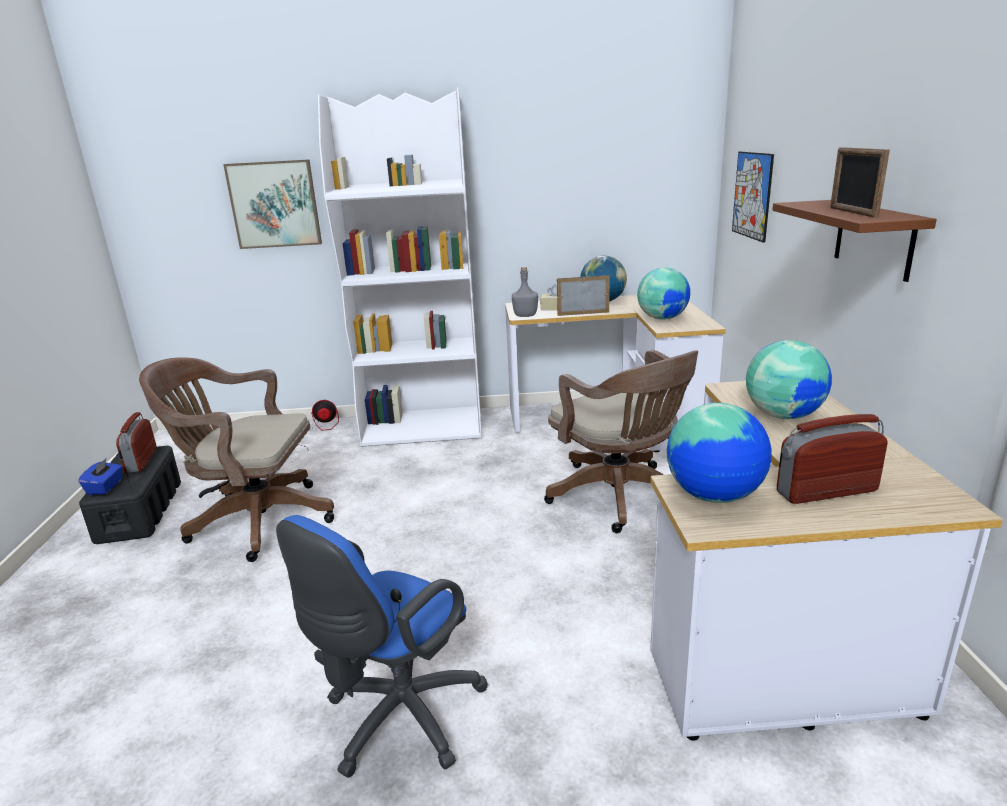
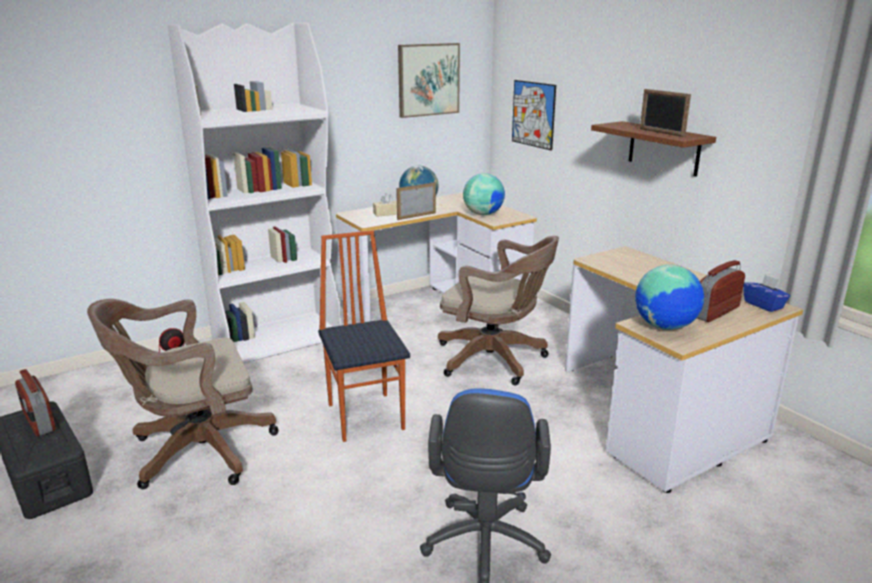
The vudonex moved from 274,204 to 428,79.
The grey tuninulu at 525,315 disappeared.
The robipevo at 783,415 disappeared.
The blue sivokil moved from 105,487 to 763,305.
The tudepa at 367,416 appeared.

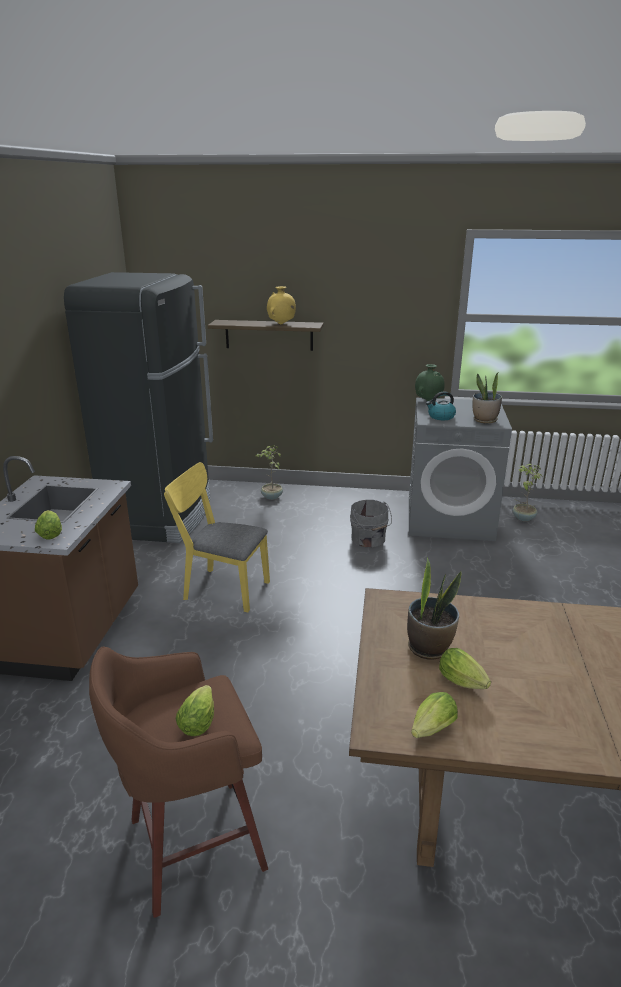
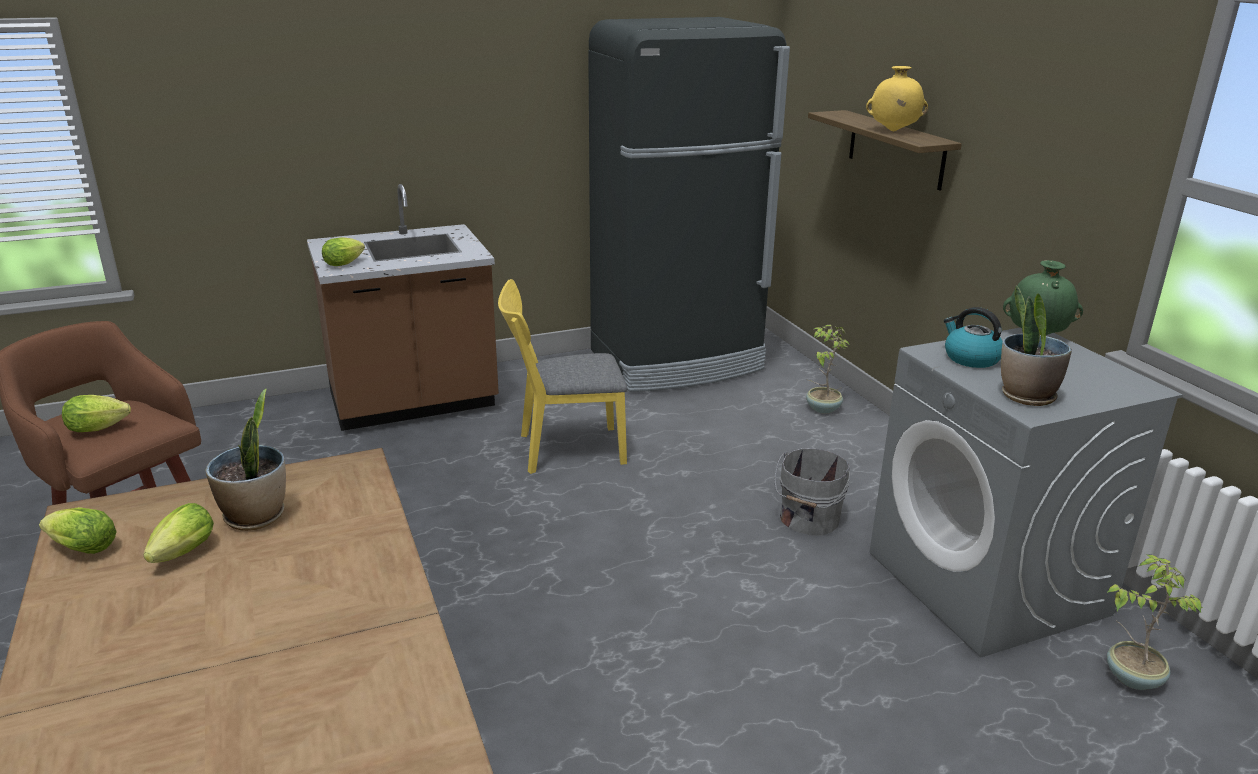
The yellow tudepa at 221,588 turned 90 degrees counterclockwise.

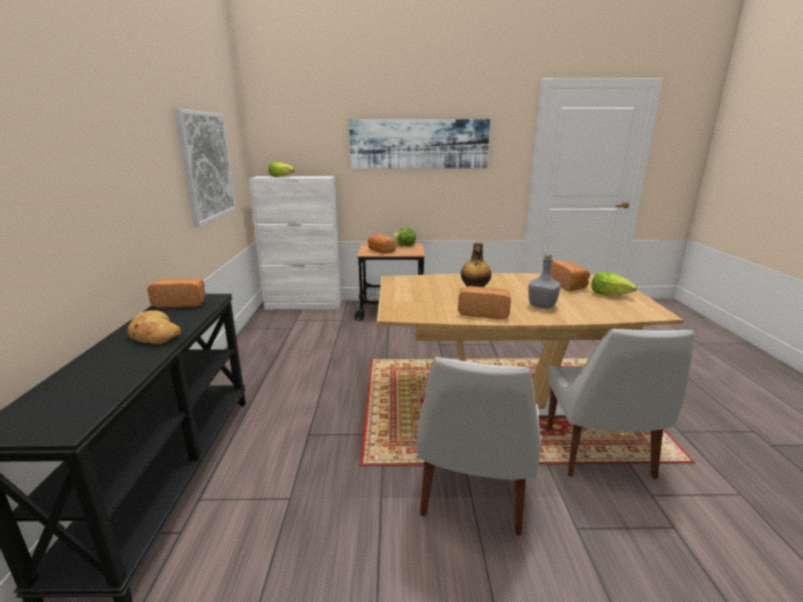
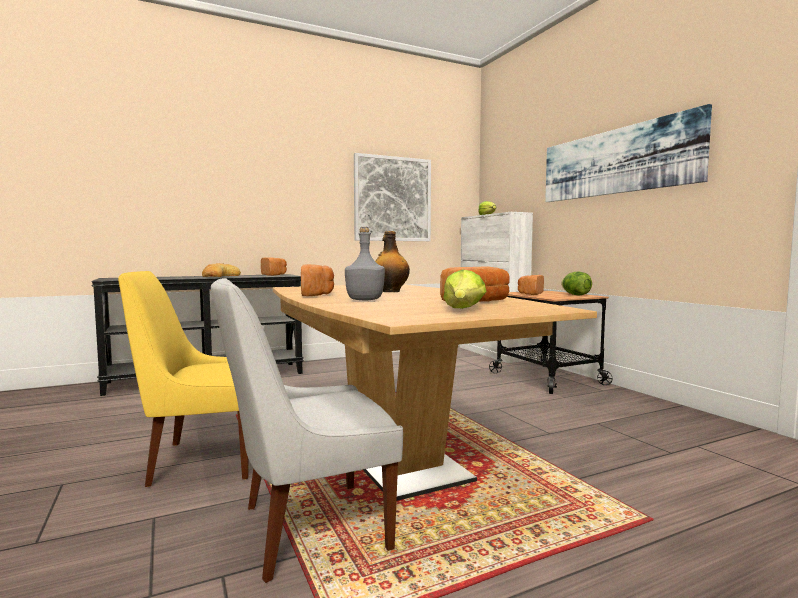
The white tudepa at 473,496 became the yellow tudepa at 202,460.

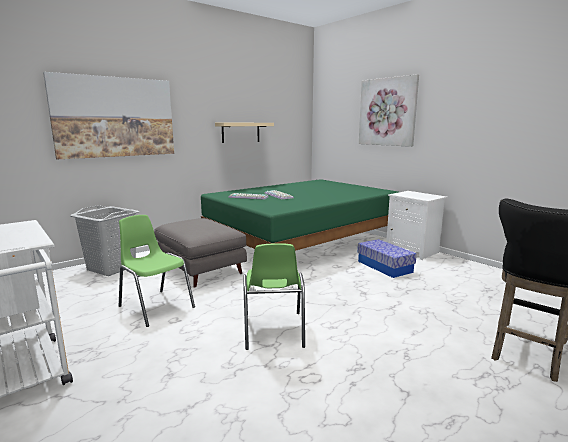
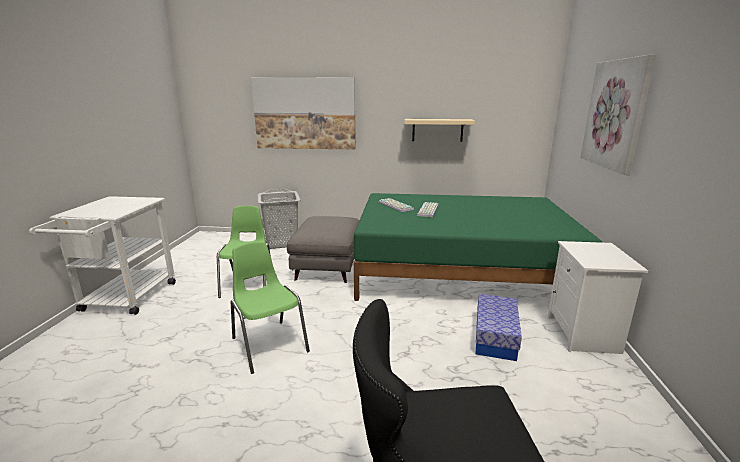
The green tudepa at 273,331 turned 105 degrees clockwise.

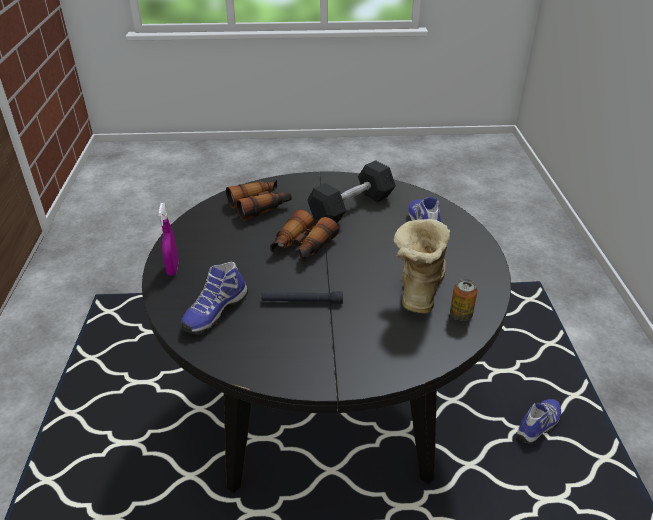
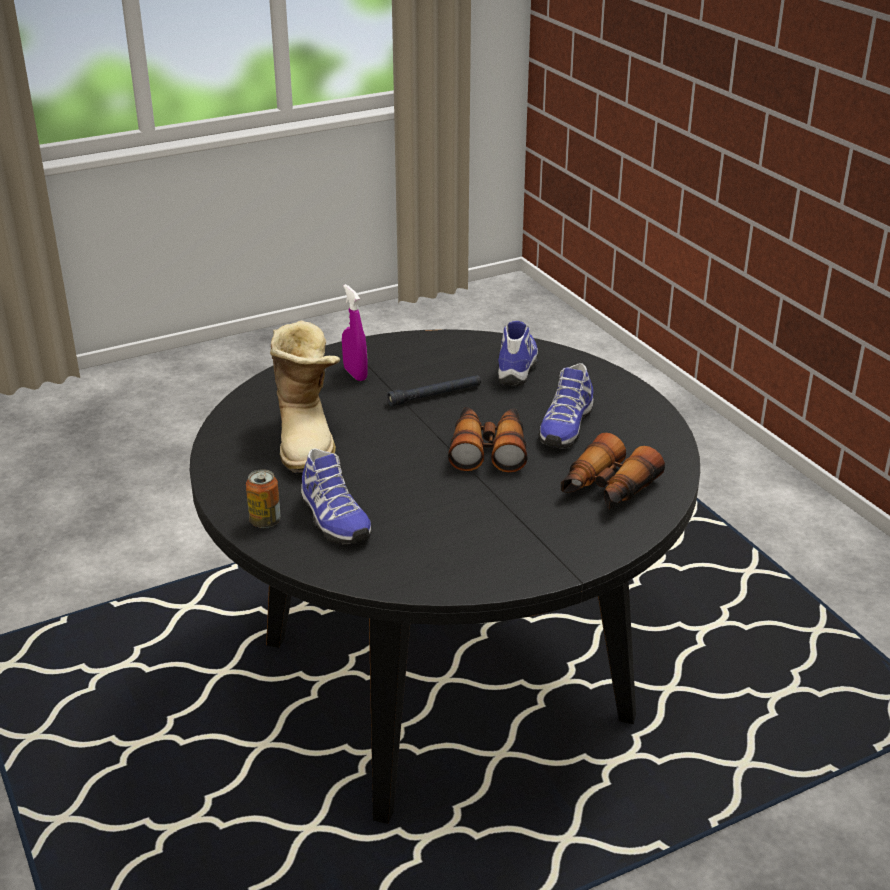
The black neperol at 351,207 disappeared.
The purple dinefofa moved from 173,268 to 355,374.
The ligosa moved from 460,315 to 265,521.
The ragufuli moved from 539,426 to 564,427.

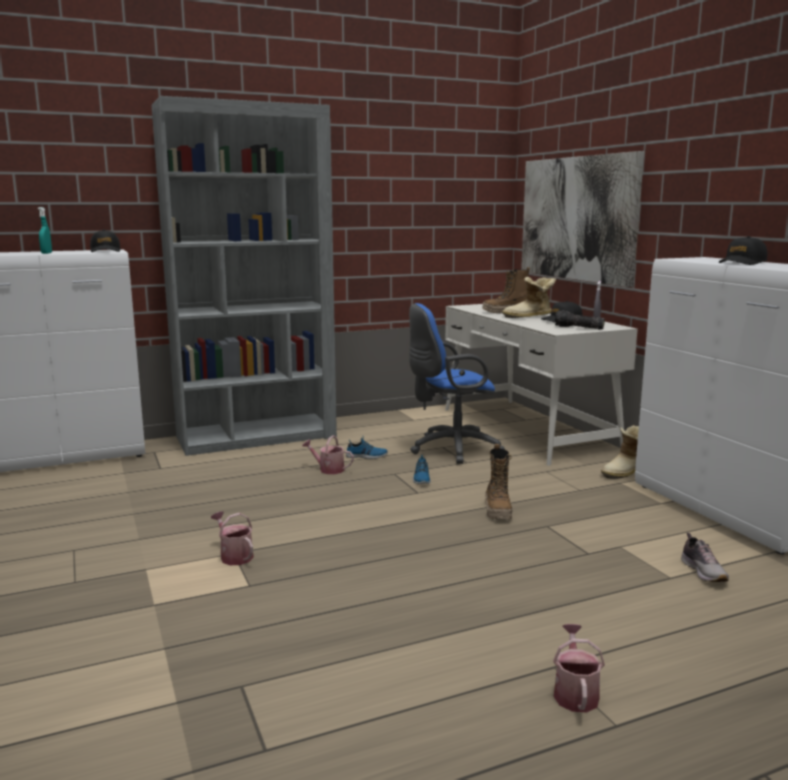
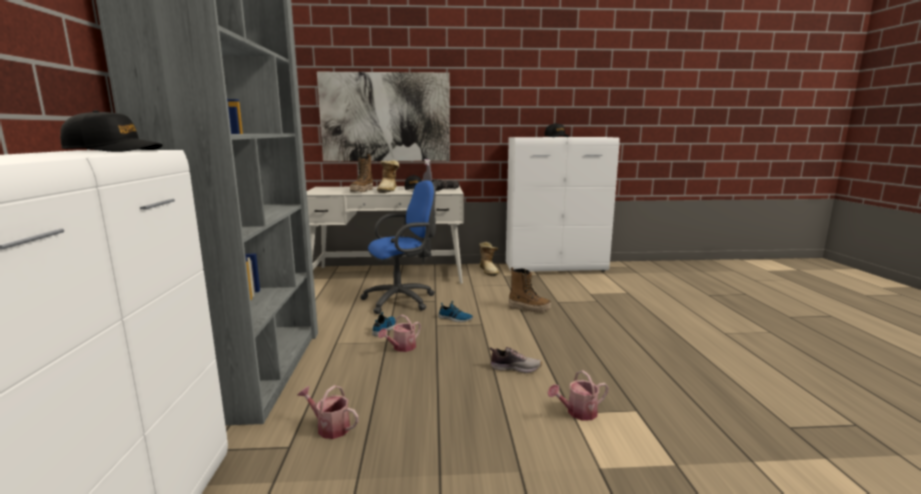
The turquoise dinefofa at 46,253 disappeared.
The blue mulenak at 450,449 turned 120 degrees counterclockwise.
The ragufuli moved from 704,572 to 515,368.
The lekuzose moved from 575,692 to 330,427.

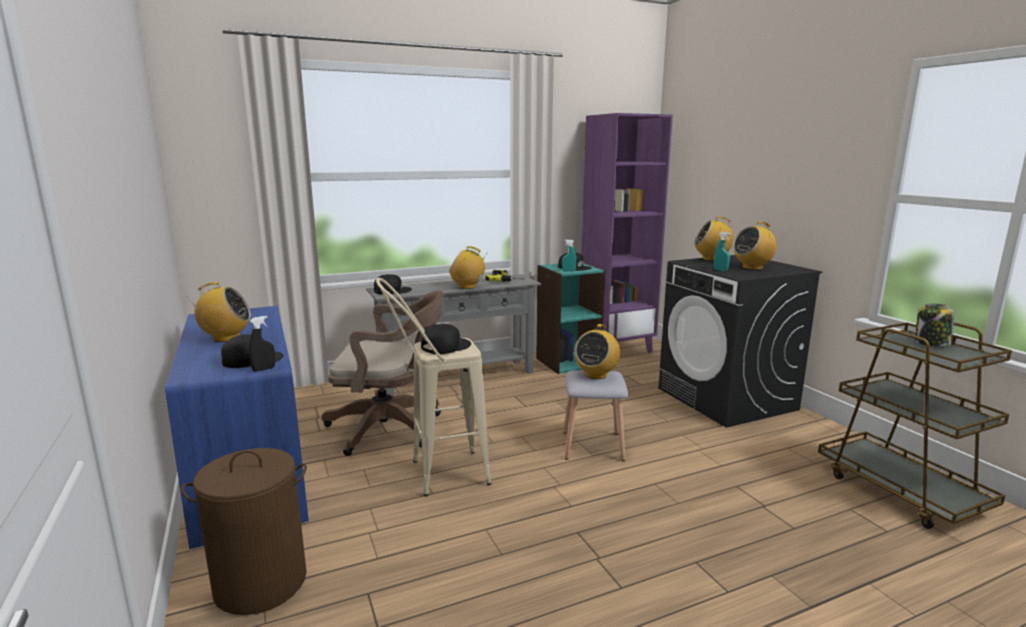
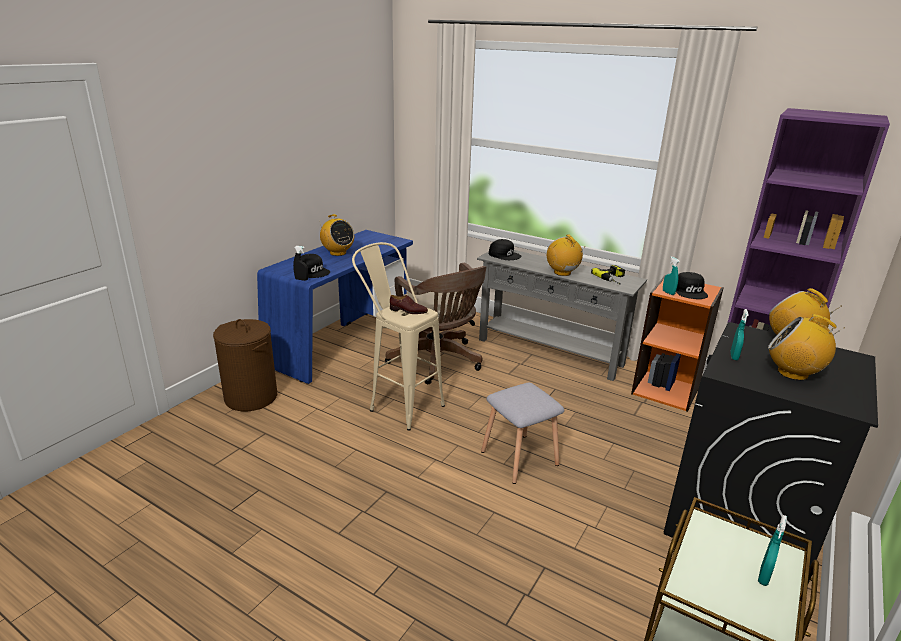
The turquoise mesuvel at 567,362 became the orange mesuvel at 666,390.
The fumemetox at 931,344 was replaced by the turquoise dinefofa at 763,576.
The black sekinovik at 445,346 was replaced by the brown ragufuli at 408,311.
The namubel at 596,375 disappeared.

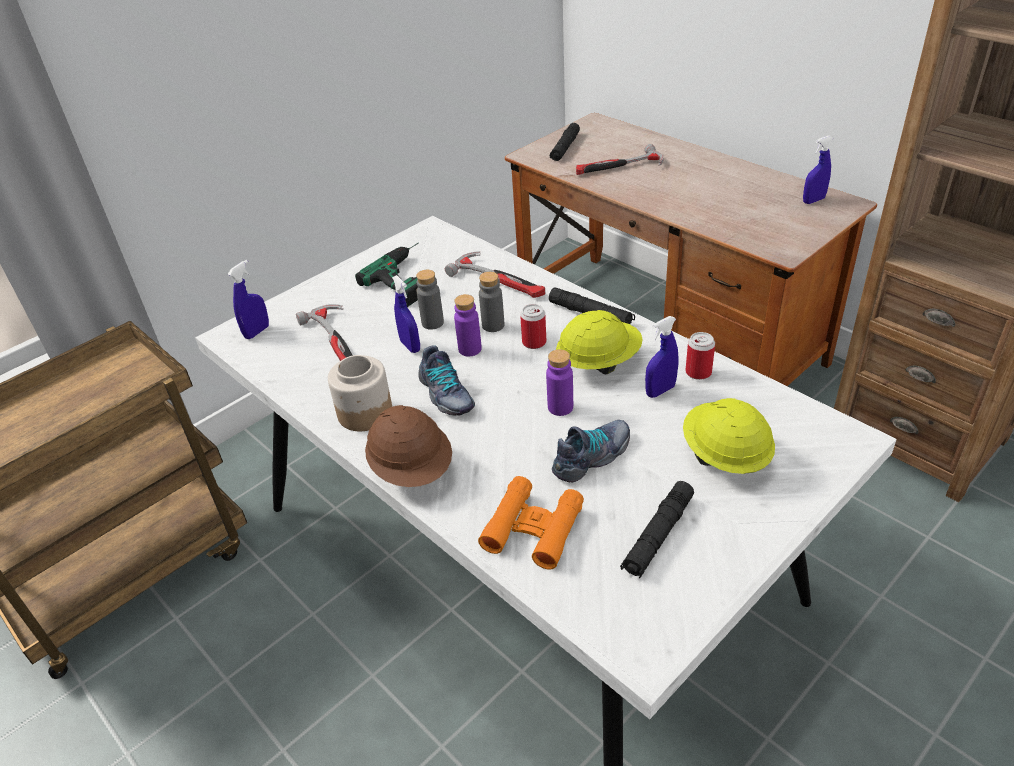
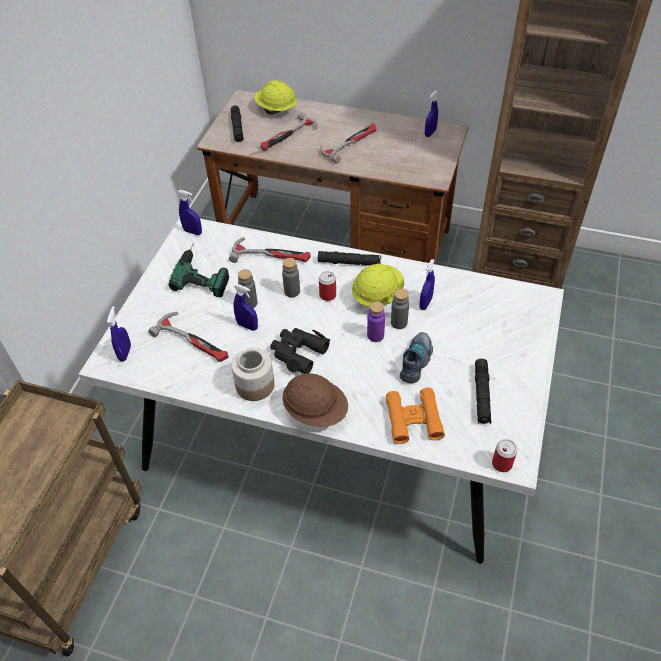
The purple tuninulu at 470,349 disappeared.
The ligosa moved from 698,372 to 502,464.
The ragufuli at 445,394 was replaced by the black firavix at 298,353.
The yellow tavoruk moved from 724,456 to 276,109.
The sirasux at 349,143 appeared.
The blue dinefofa at 193,232 appeared.
The grey tuninulu at 399,322 appeared.

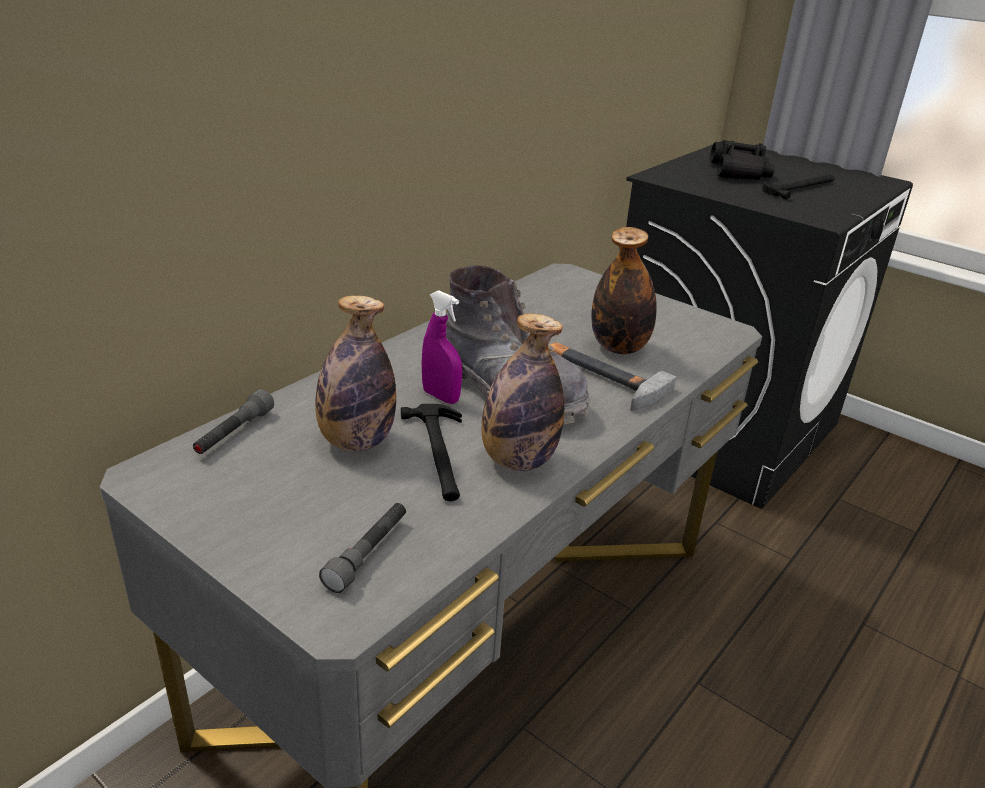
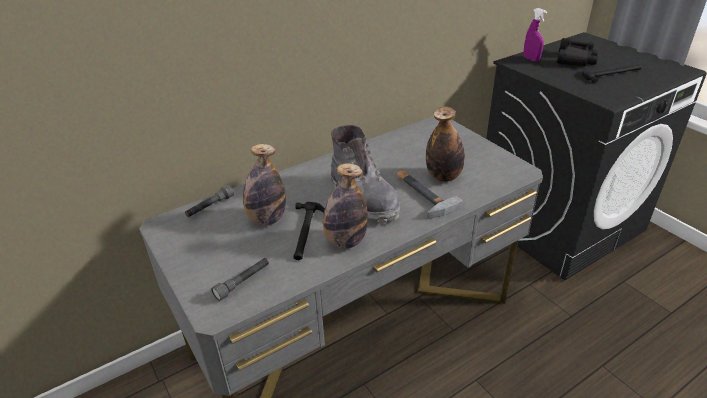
The purple dinefofa moved from 441,397 to 531,59.

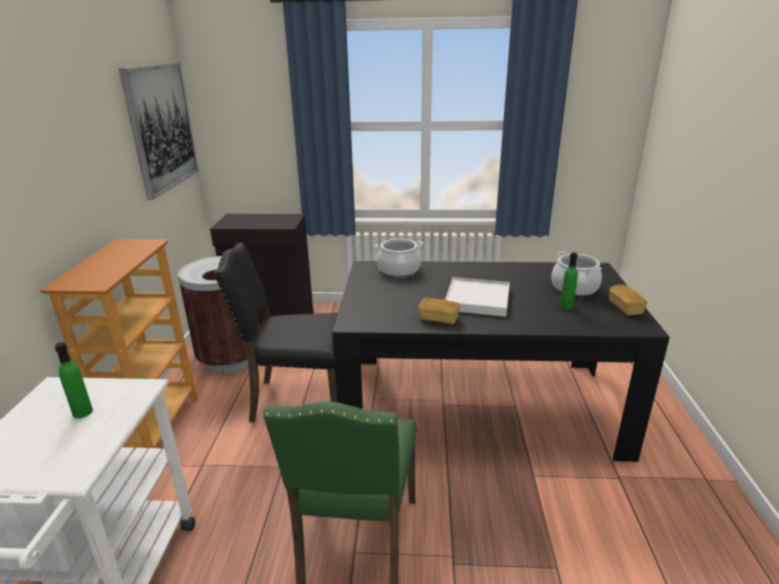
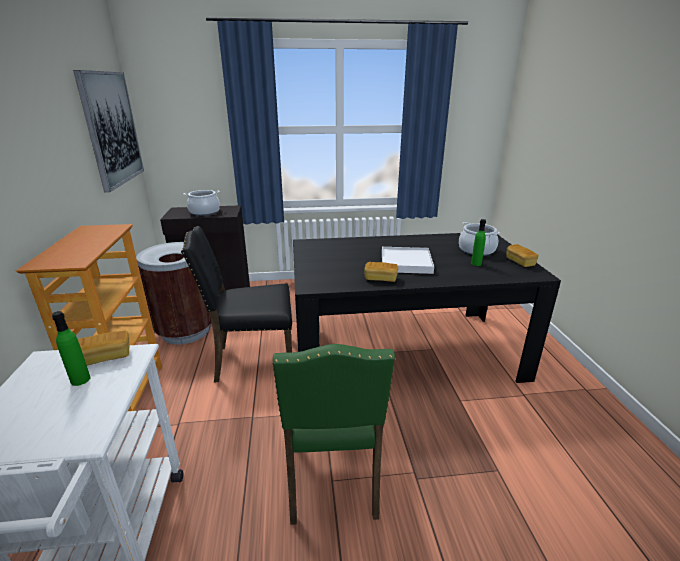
The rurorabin moved from 399,270 to 204,212.
The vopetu at 106,357 appeared.

